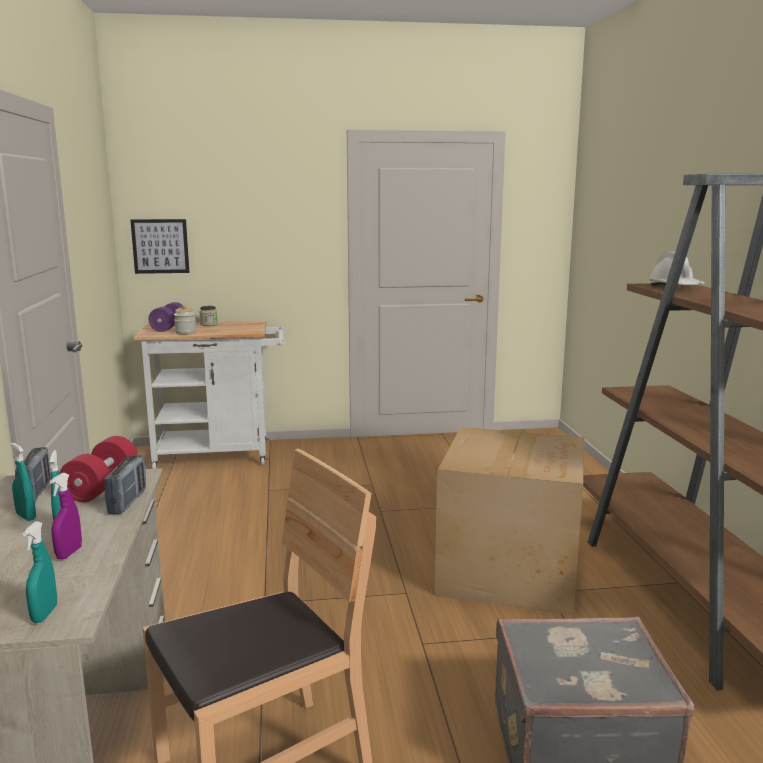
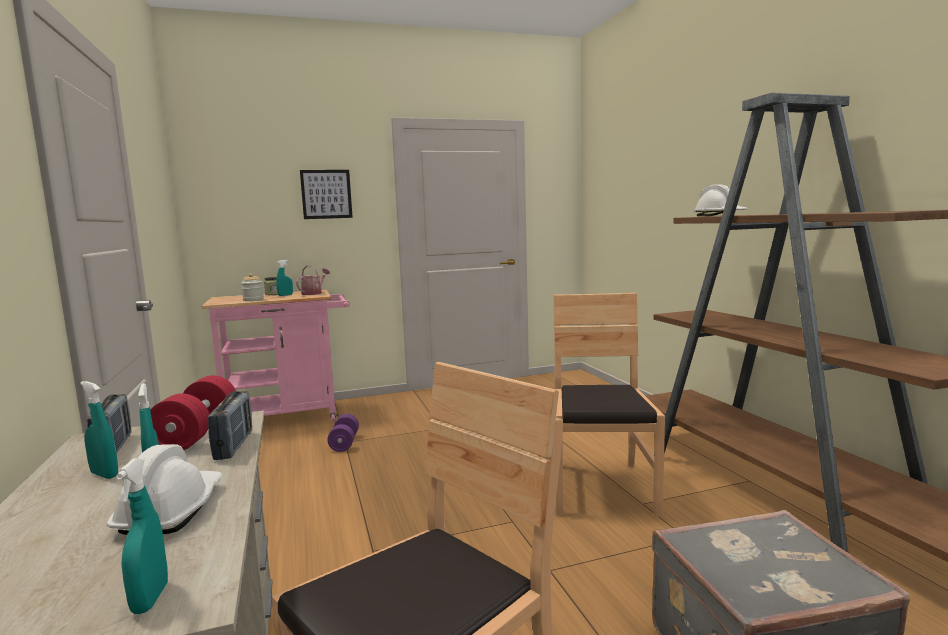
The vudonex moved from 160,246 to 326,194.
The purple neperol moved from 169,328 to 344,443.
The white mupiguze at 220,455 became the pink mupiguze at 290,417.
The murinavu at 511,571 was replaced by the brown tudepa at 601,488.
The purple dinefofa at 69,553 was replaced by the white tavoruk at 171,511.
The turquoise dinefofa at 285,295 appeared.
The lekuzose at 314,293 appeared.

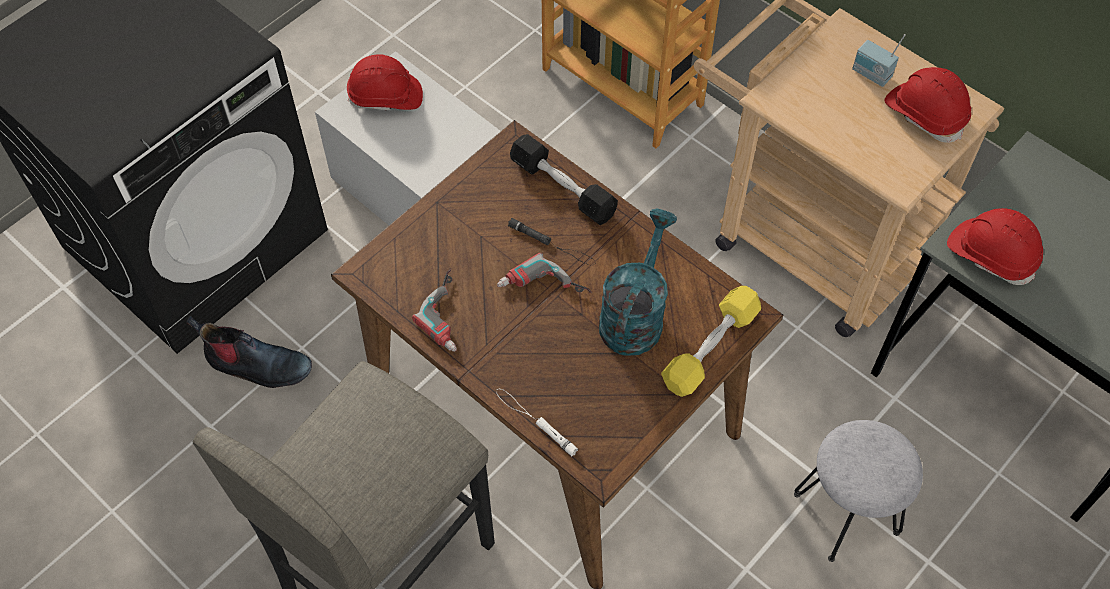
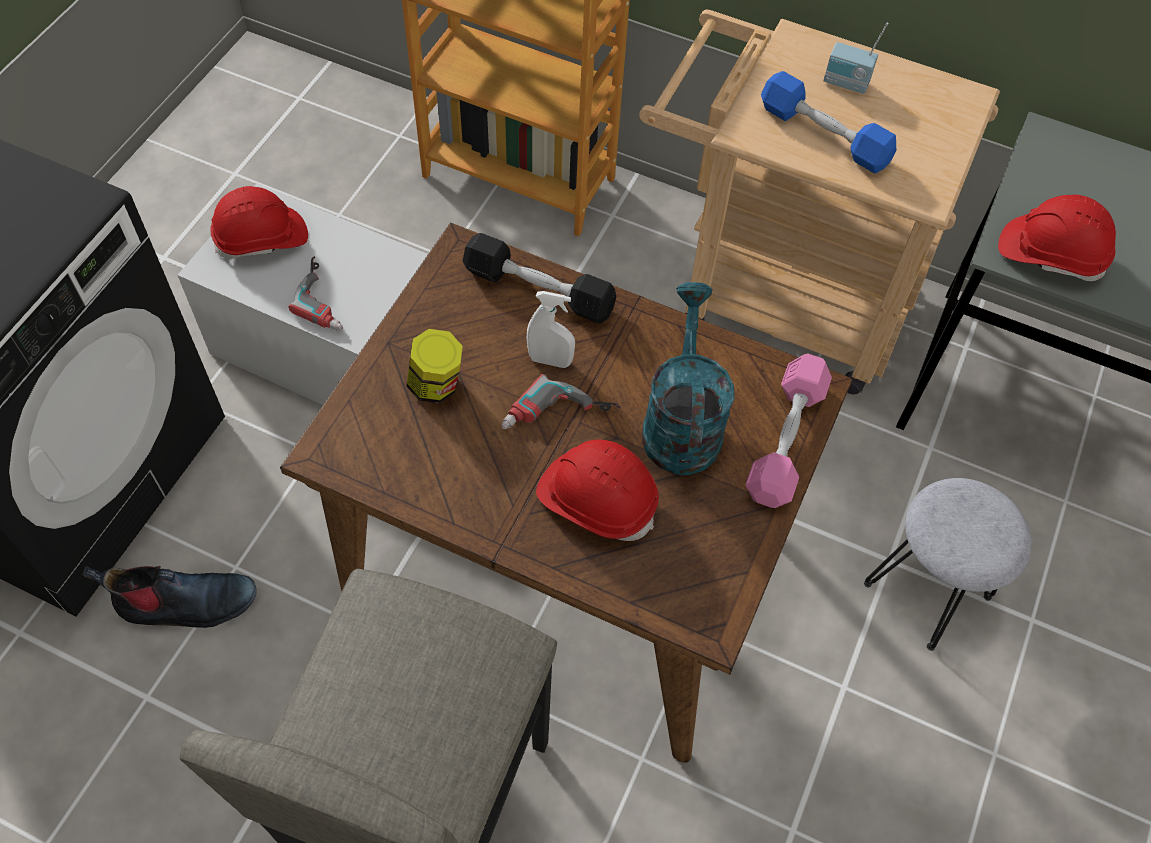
The red tavoruk moved from 925,114 to 597,500.
The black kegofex at 552,244 was replaced by the white dinefofa at 550,360.
The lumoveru moved from 451,314 to 327,298.
The yellow neperol at 710,348 became the pink neperol at 786,440.
The white kegofex at 535,421 disappeared.
The blue neperol at 824,135 appeared.
The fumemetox at 436,385 appeared.

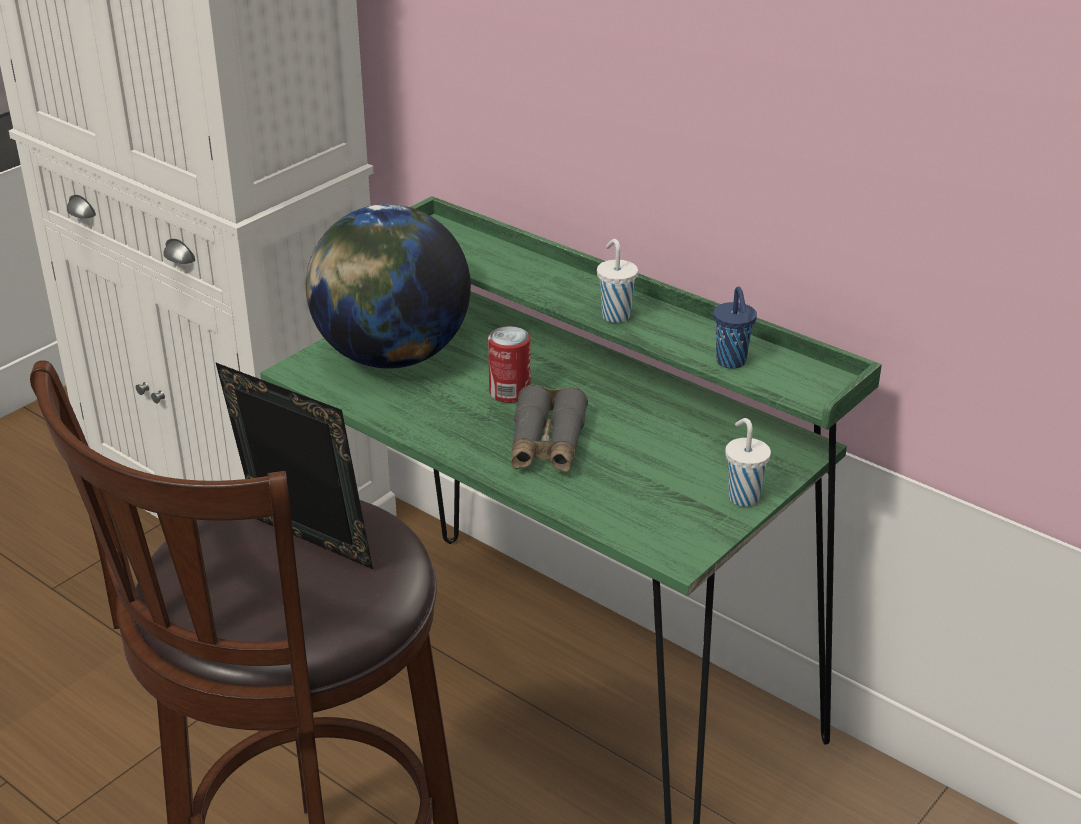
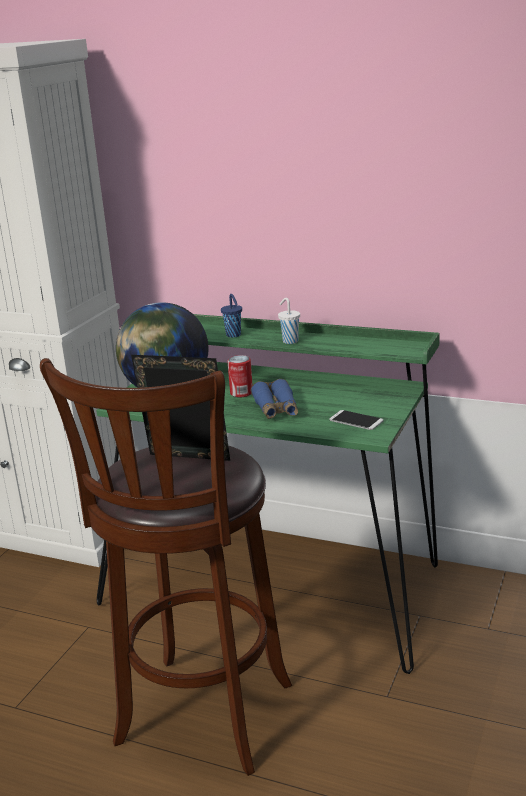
The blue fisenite moved from 731,362 to 234,335.
The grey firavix at 547,444 became the blue firavix at 276,409.
The white fisenite at 742,496 disappeared.
The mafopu at 356,421 appeared.

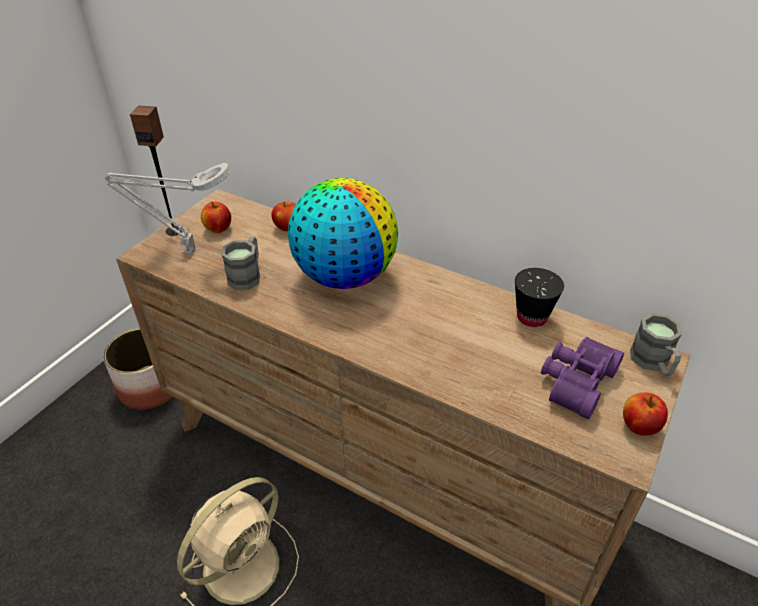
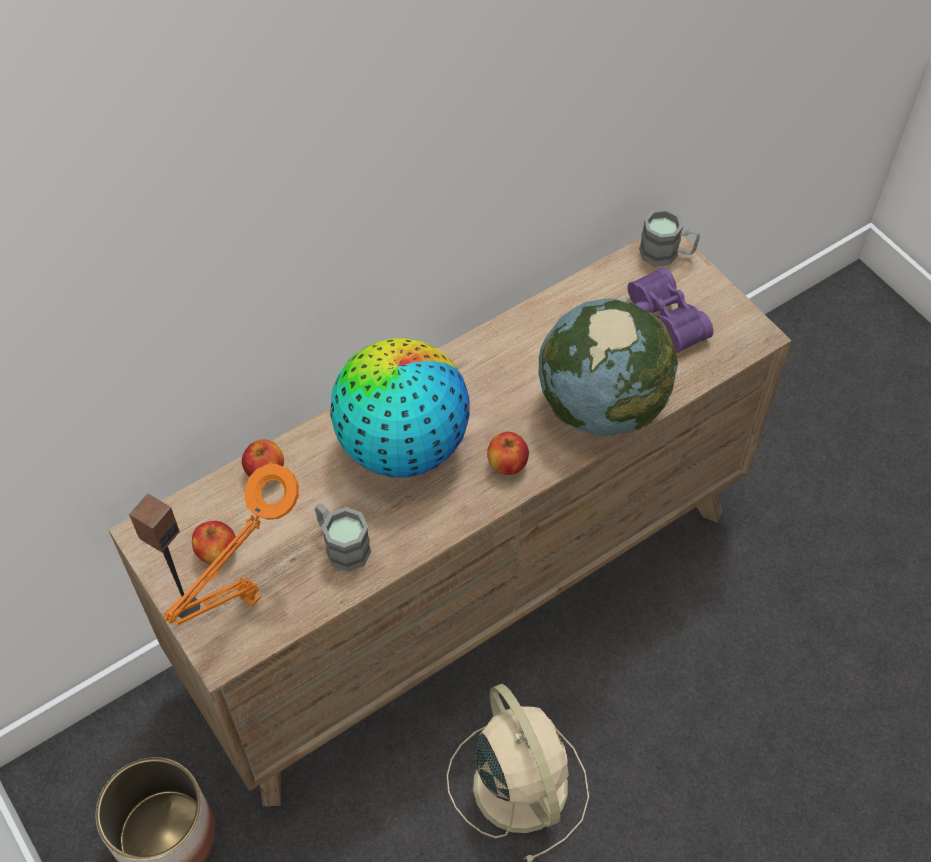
The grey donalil at 185,251 became the orange donalil at 247,603.
The black fisenite at 531,317 disappeared.
The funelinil moved from 639,426 to 507,464.
The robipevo at 602,405 appeared.

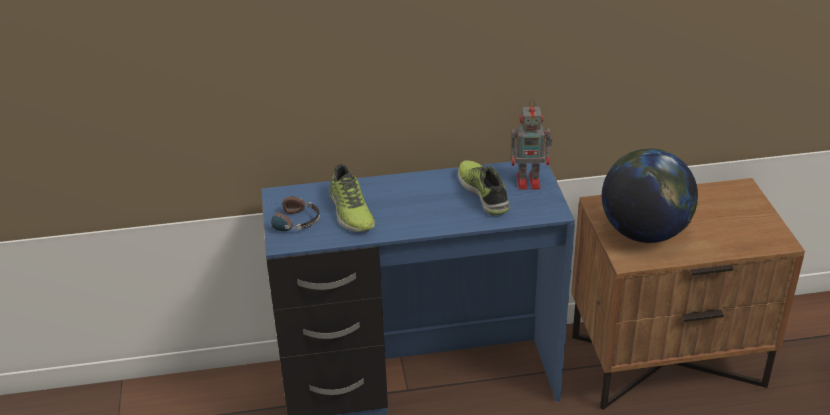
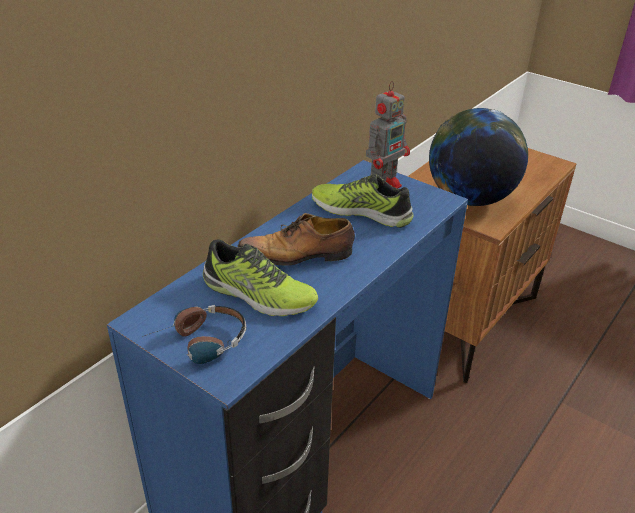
The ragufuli at 299,255 appeared.

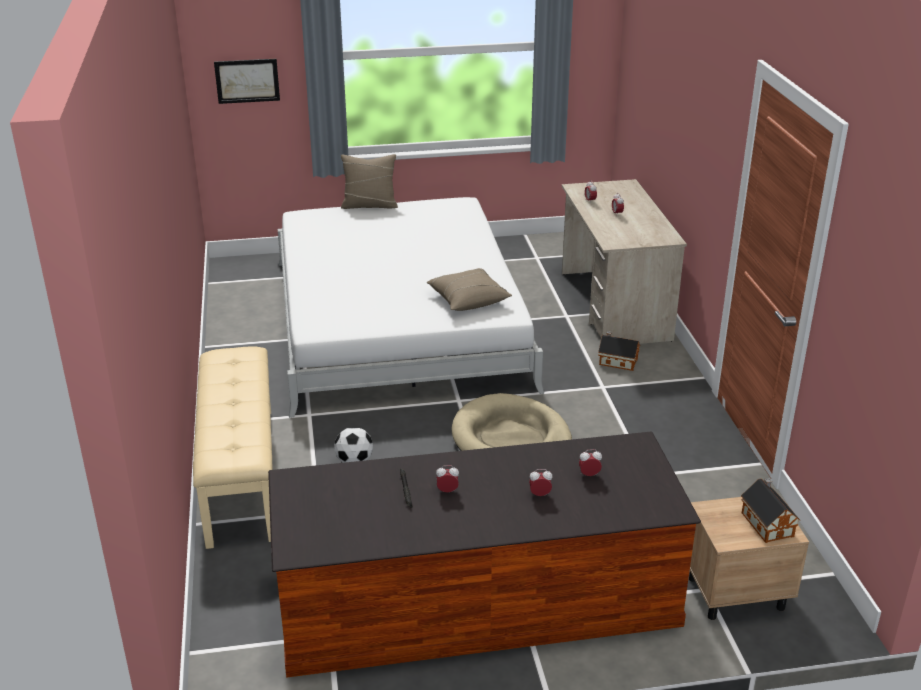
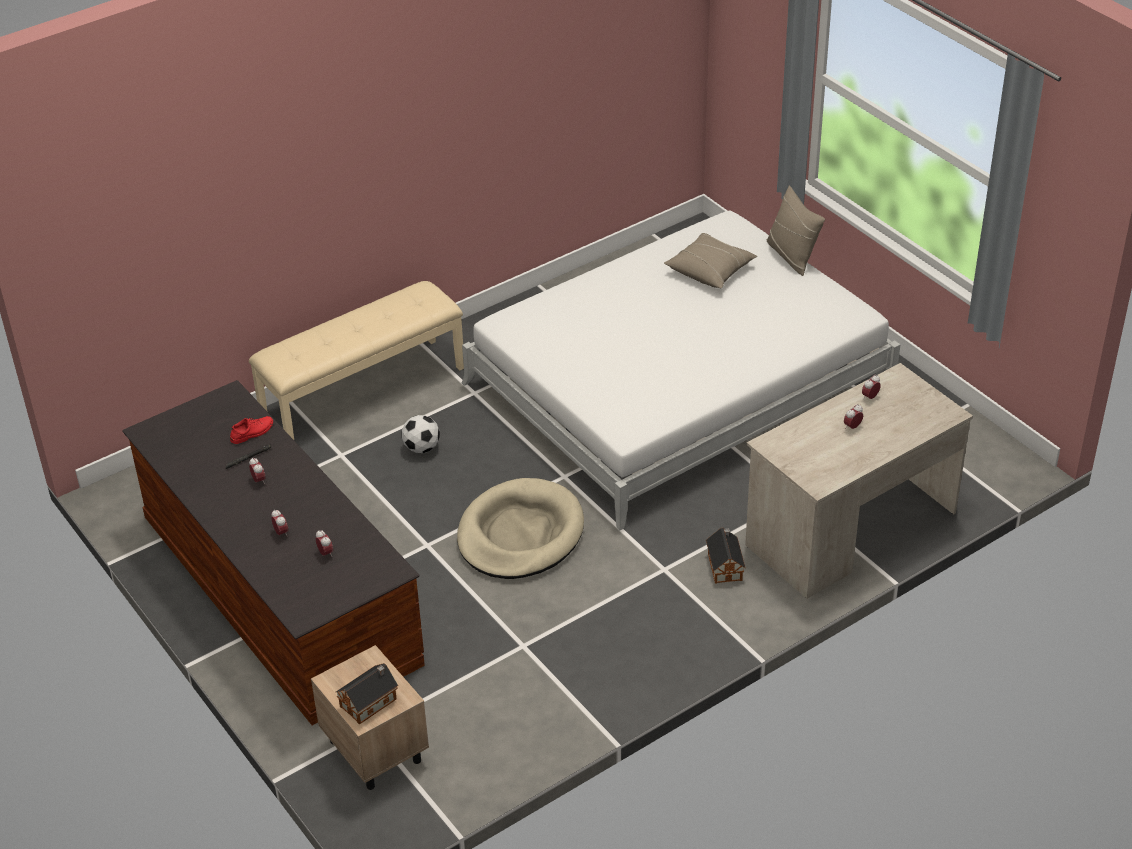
The vudonex at 247,81 disappeared.
The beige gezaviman moved from 468,300 to 710,270.
The red ragufuli at 252,432 appeared.

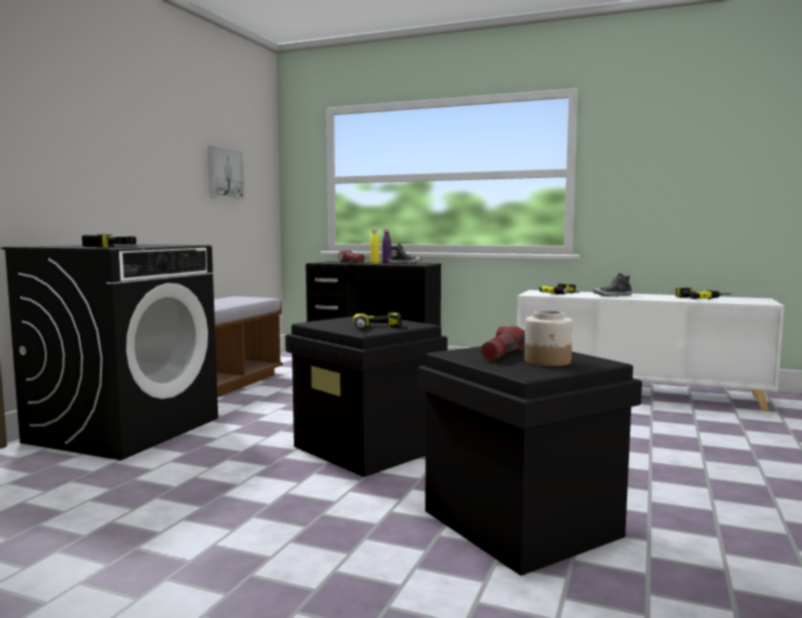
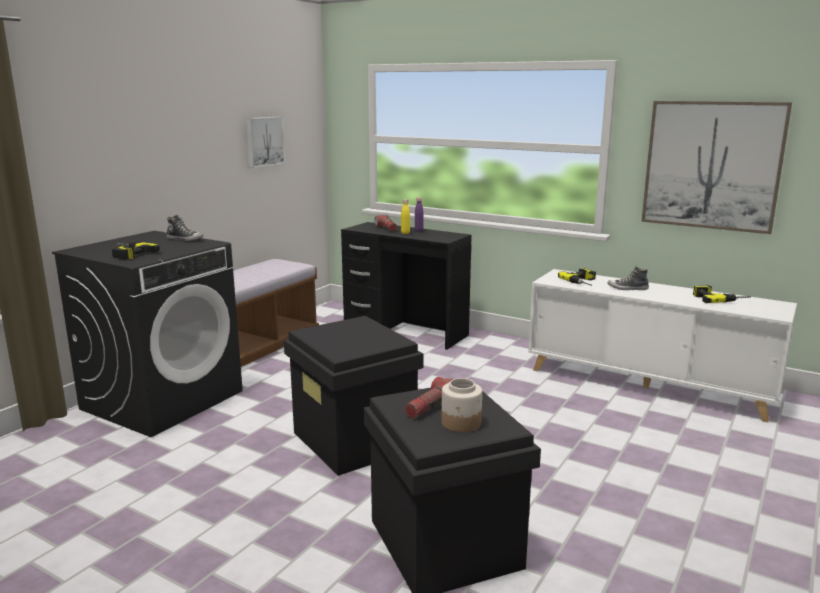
The ragufuli moved from 405,263 to 185,239.
The lumoveru at 377,328 disappeared.
The vudonex at 712,165 appeared.

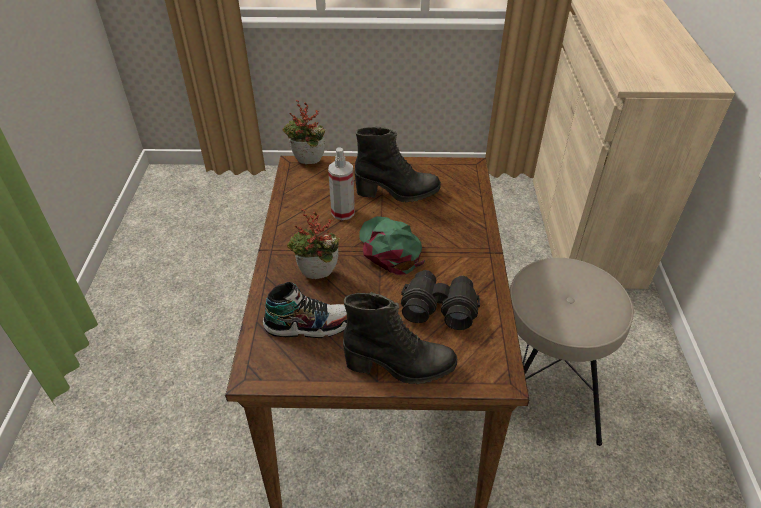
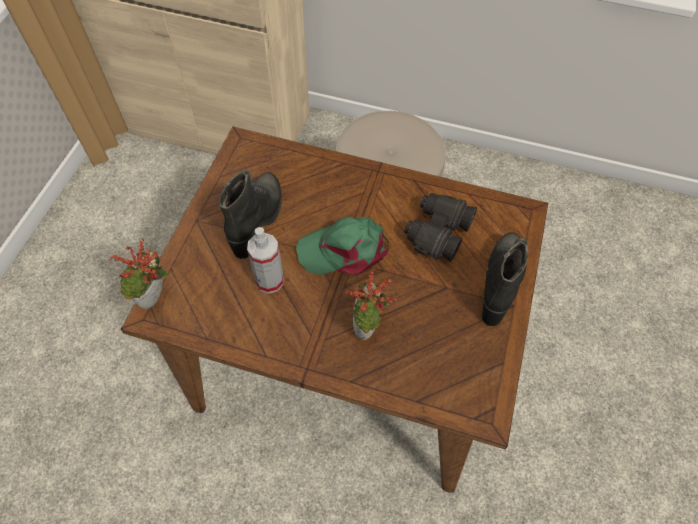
The ragufuli at 309,324 disappeared.

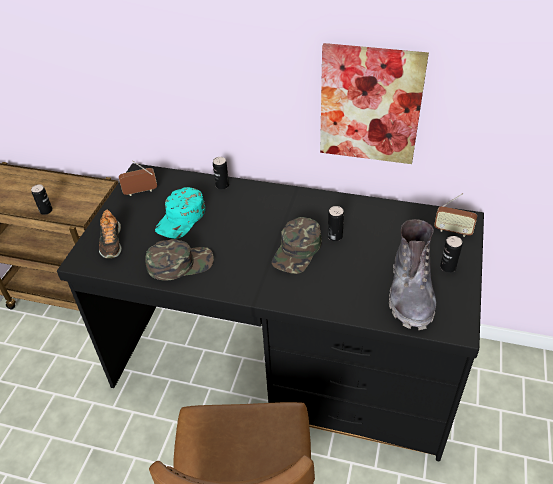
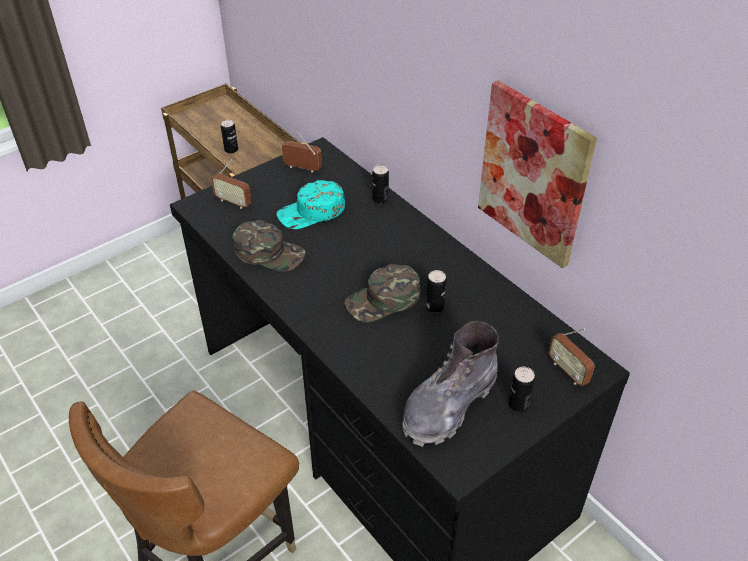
The ragufuli at 111,242 was replaced by the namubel at 233,202.

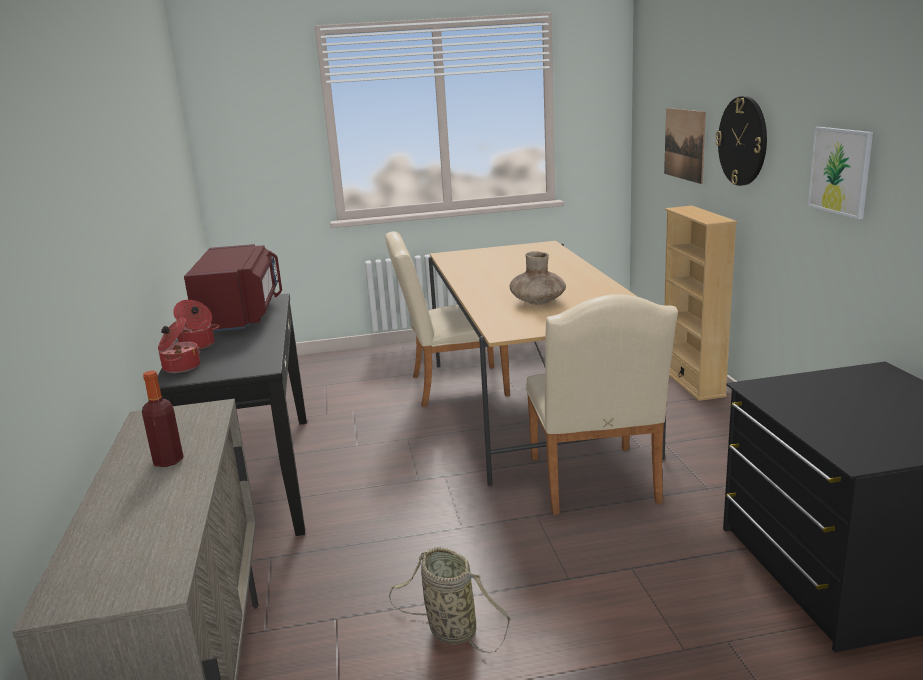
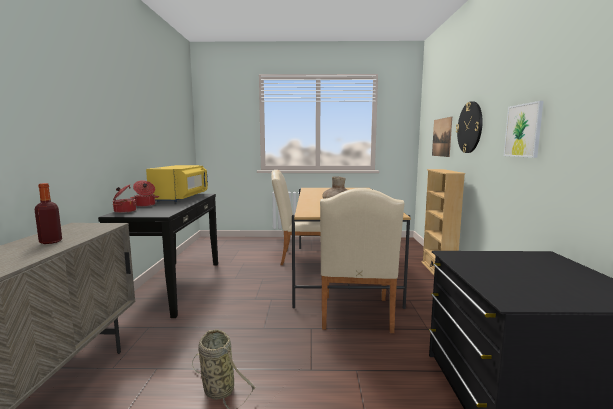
The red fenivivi at 240,316 became the yellow fenivivi at 181,198.

